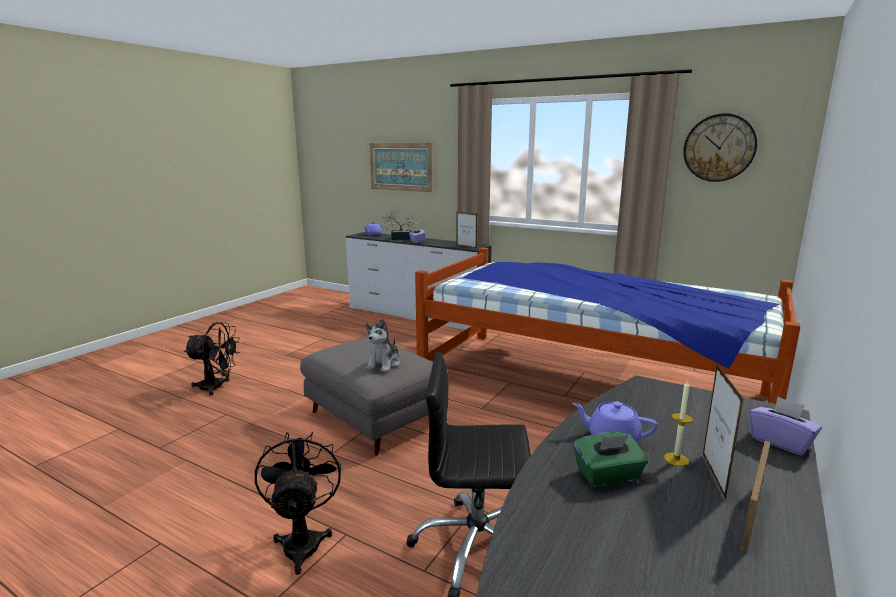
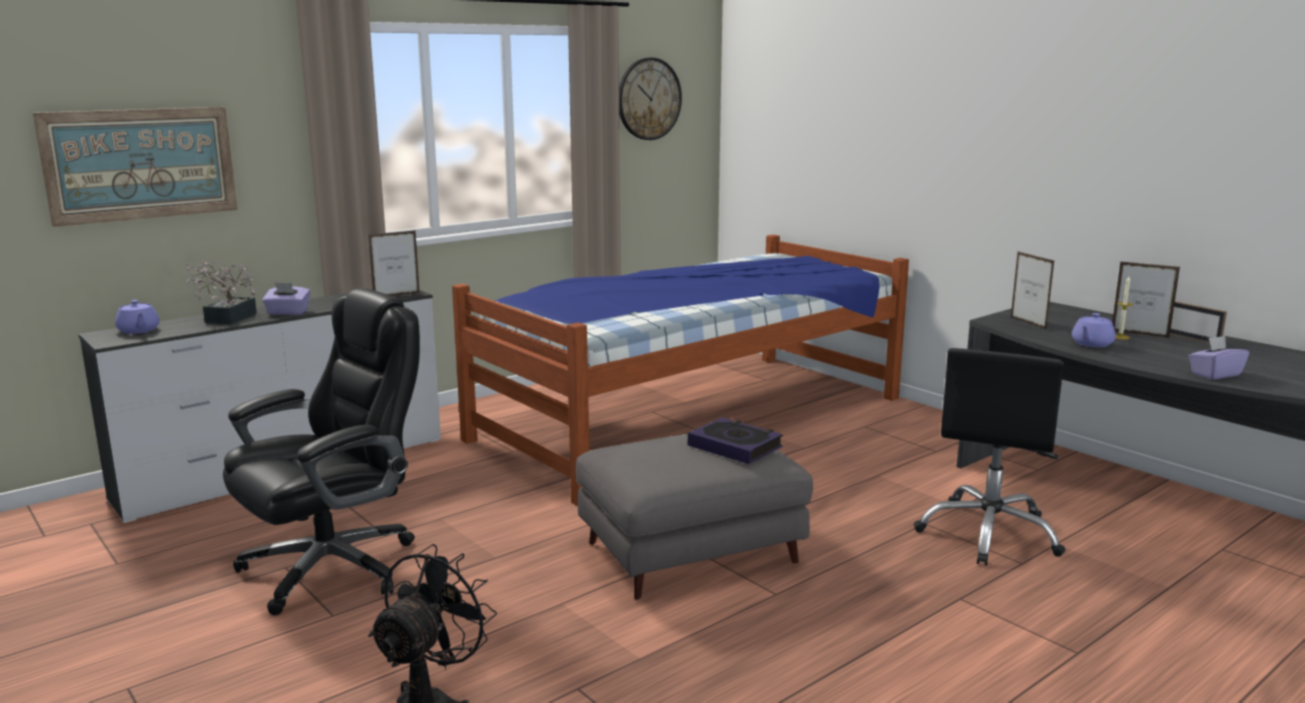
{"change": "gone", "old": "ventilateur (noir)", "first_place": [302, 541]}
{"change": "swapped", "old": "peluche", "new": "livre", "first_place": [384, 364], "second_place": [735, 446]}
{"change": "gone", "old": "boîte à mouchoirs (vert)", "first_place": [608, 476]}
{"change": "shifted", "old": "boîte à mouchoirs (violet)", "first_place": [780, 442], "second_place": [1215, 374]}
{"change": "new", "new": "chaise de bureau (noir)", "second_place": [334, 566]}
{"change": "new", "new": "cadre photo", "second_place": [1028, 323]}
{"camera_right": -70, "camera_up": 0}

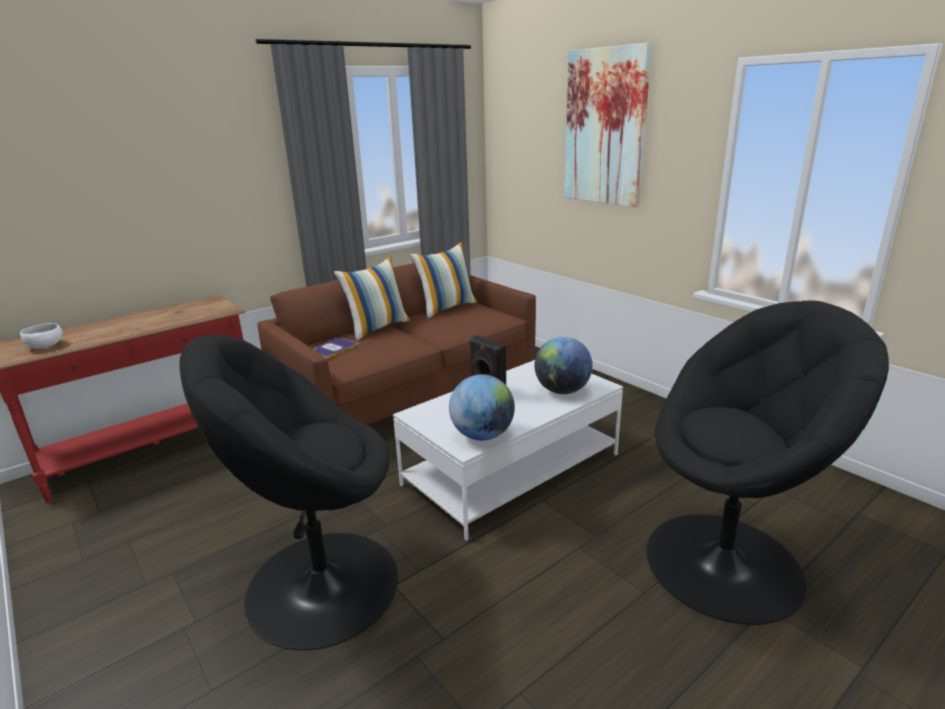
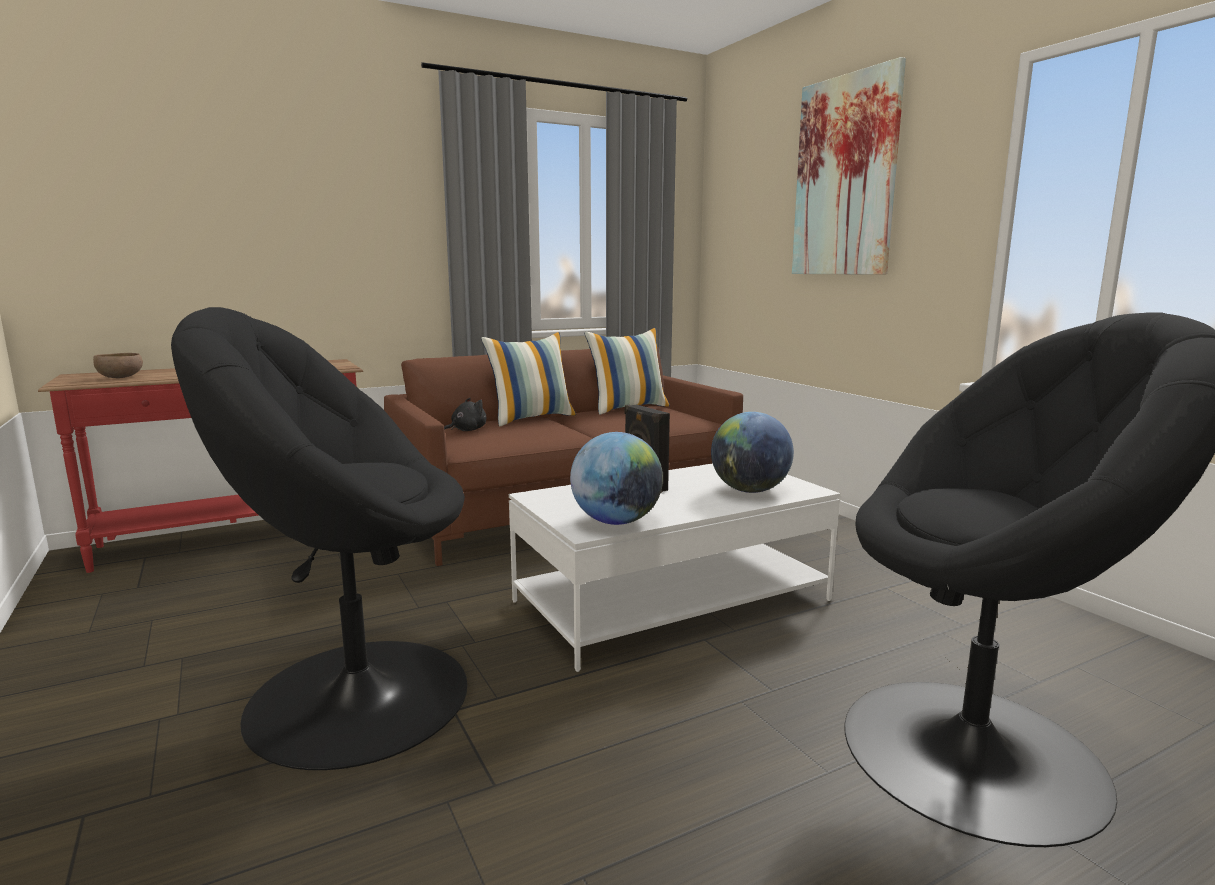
{"change": "repainted", "old": "bol (blanc)", "new": "bol (marron)", "first_place": [46, 346], "second_place": [121, 377]}
{"change": "swapped", "old": "livre", "new": "peluche (noir)", "first_place": [333, 348], "second_place": [466, 430]}
{"camera_right": 10, "camera_up": -10}

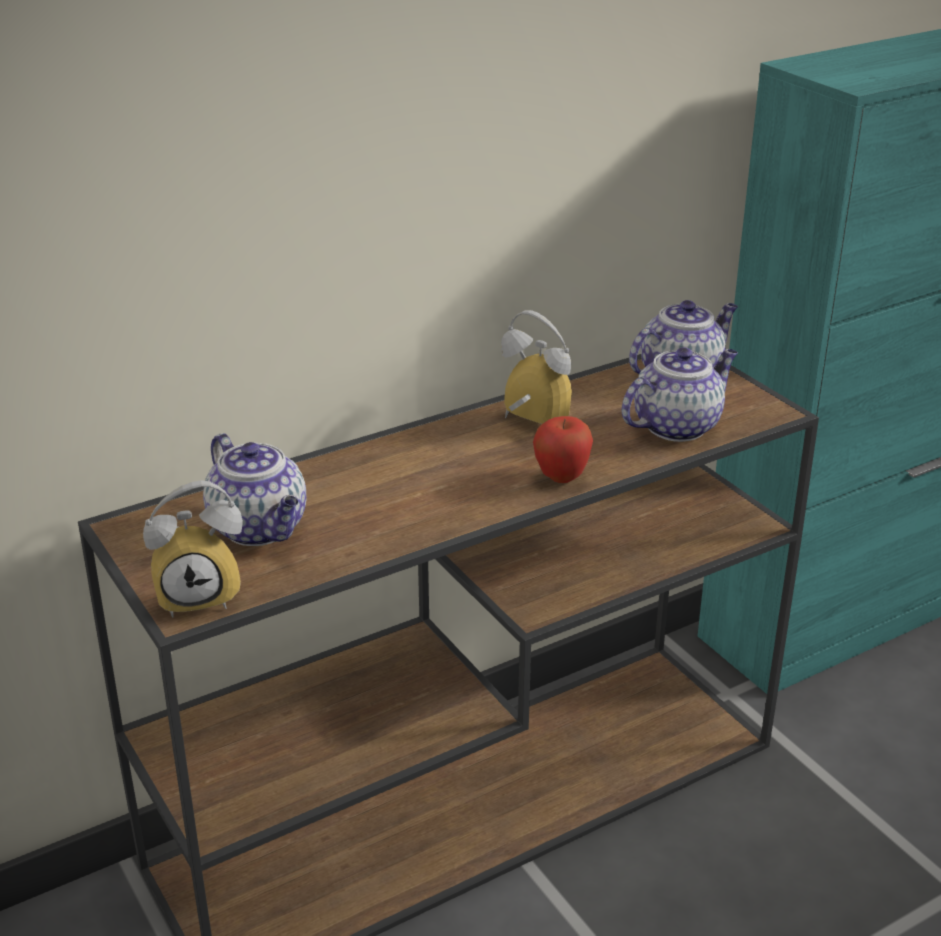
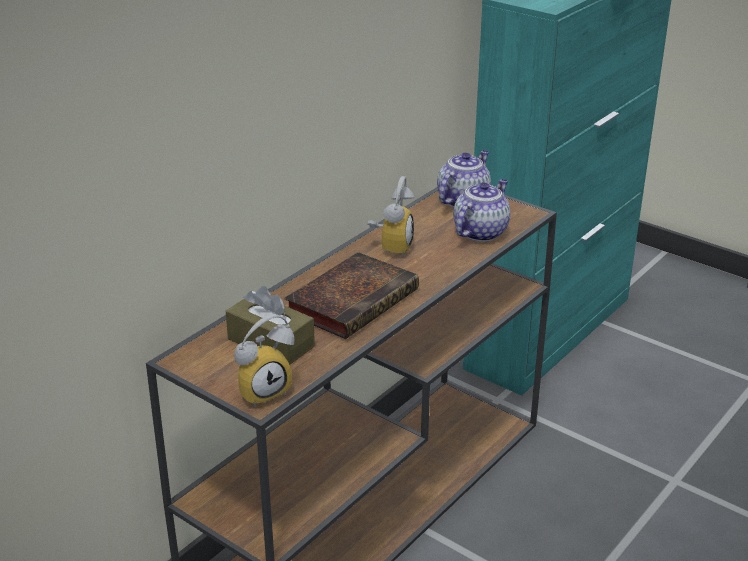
{"change": "swapped", "old": "théière", "new": "boîte à mouchoirs (marron)", "first_place": [260, 529], "second_place": [271, 343]}
{"change": "rotated", "old": "réveil", "first_place": [528, 424], "second_place": [391, 247], "degrees": 90}
{"change": "gone", "old": "pomme", "first_place": [561, 477]}
{"change": "new", "new": "livre", "second_place": [353, 300]}
{"camera_right": -20, "camera_up": 0}

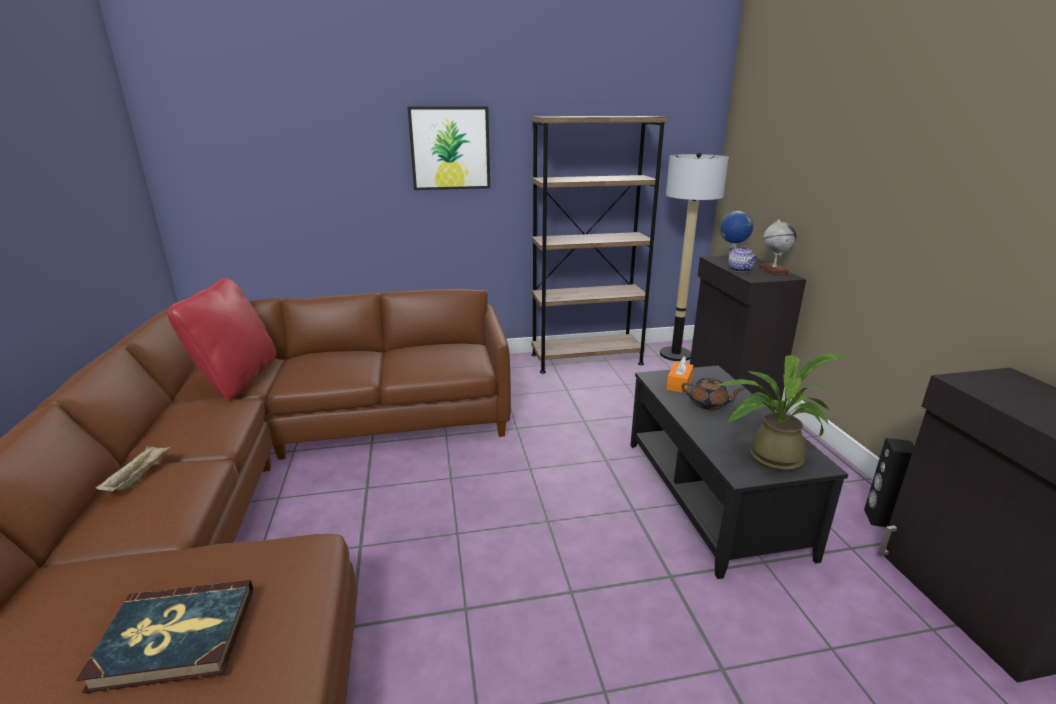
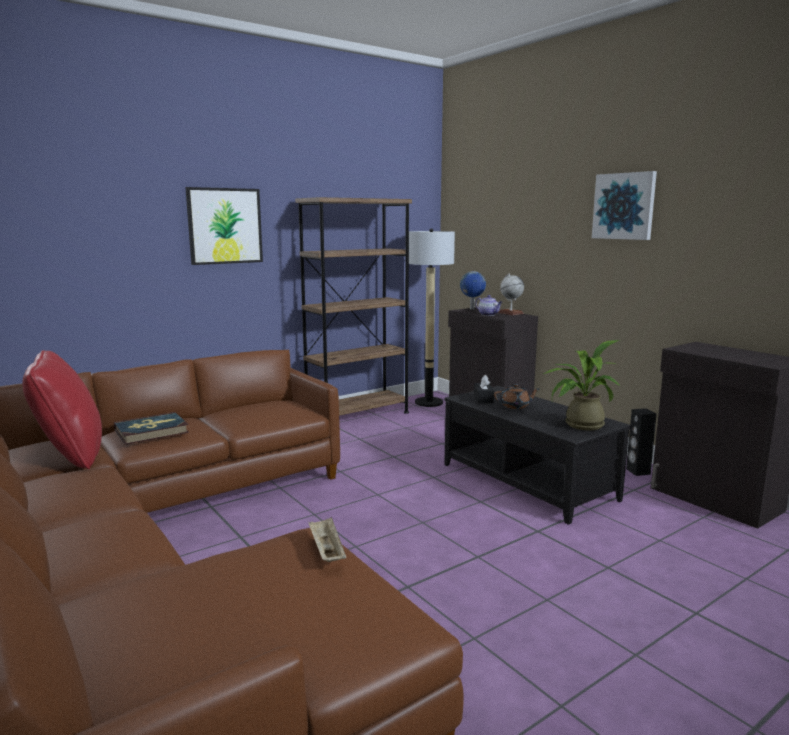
{"change": "shifted", "old": "livre", "first_place": [175, 638], "second_place": [151, 431]}
{"change": "shifted", "old": "plateau (beige)", "first_place": [138, 477], "second_place": [326, 551]}
{"change": "repainted", "old": "boîte à mouchoirs (orange)", "new": "boîte à mouchoirs (noir)", "first_place": [679, 384], "second_place": [483, 399]}
{"change": "new", "new": "tableau", "second_place": [624, 206]}
{"camera_right": -25, "camera_up": -10}

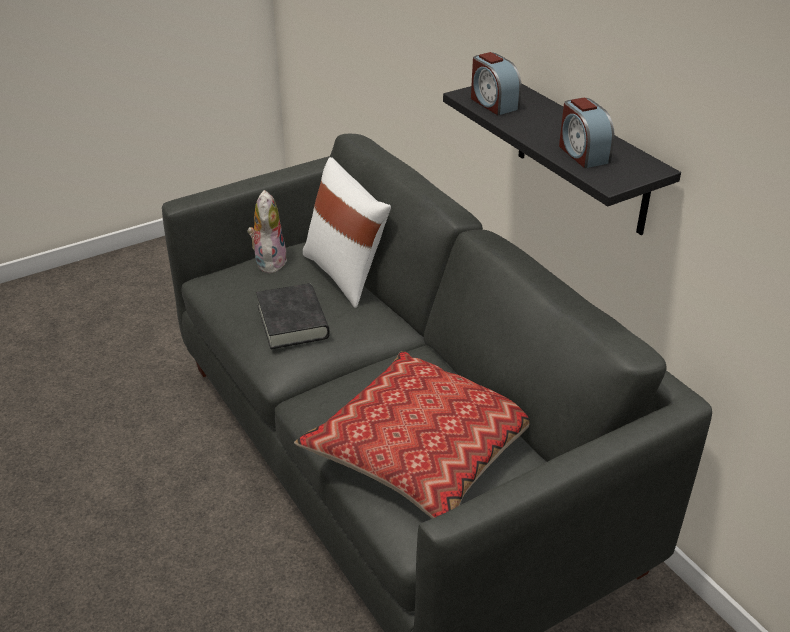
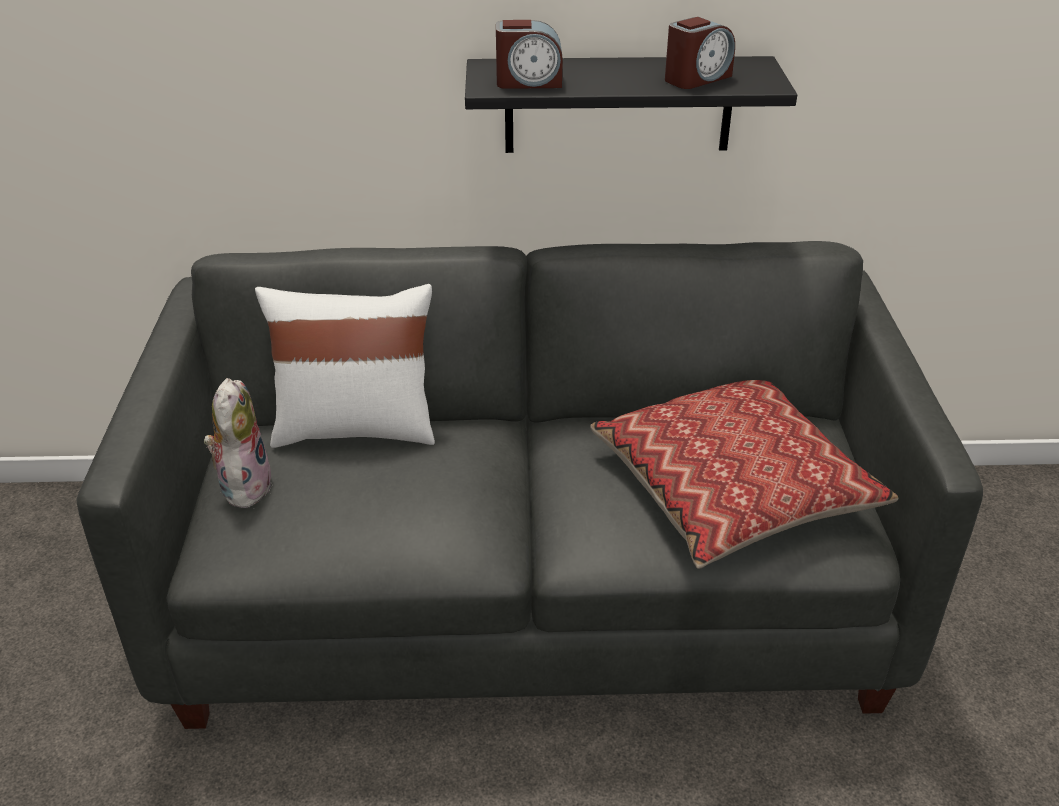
{"change": "rotated", "old": "peluche", "first_place": [269, 261], "second_place": [244, 485], "degrees": 60}
{"change": "gone", "old": "livre (noir)", "first_place": [292, 322]}
{"change": "rotated", "old": "réveil", "first_place": [582, 153], "second_place": [697, 78], "degrees": -45}
{"camera_right": -60, "camera_up": 0}

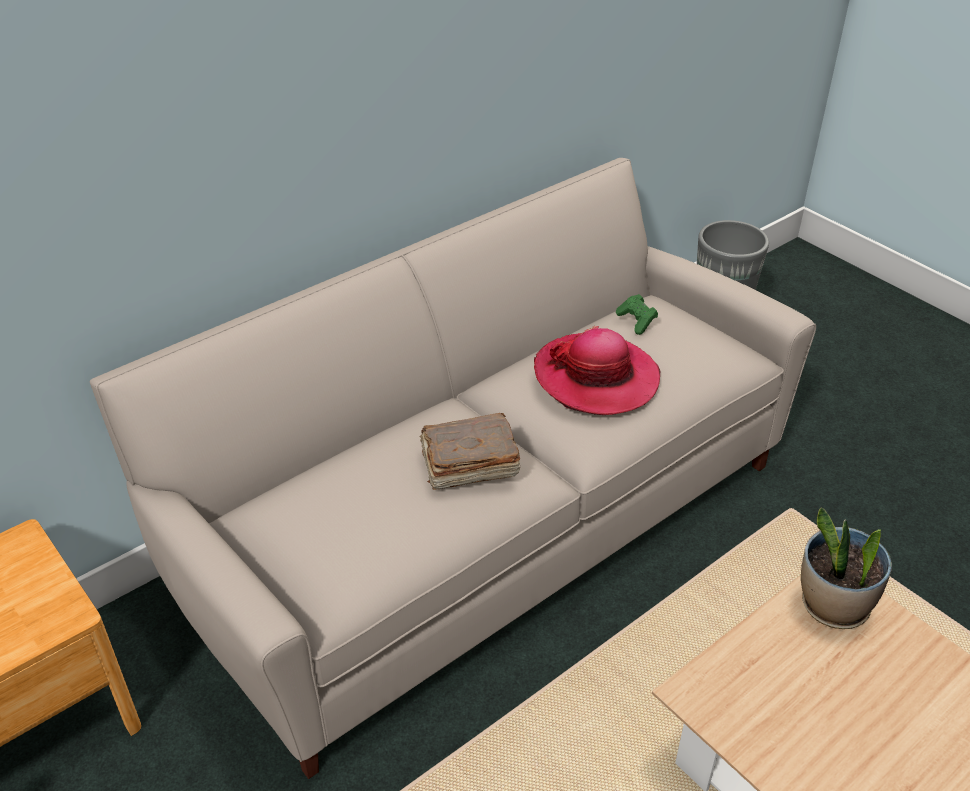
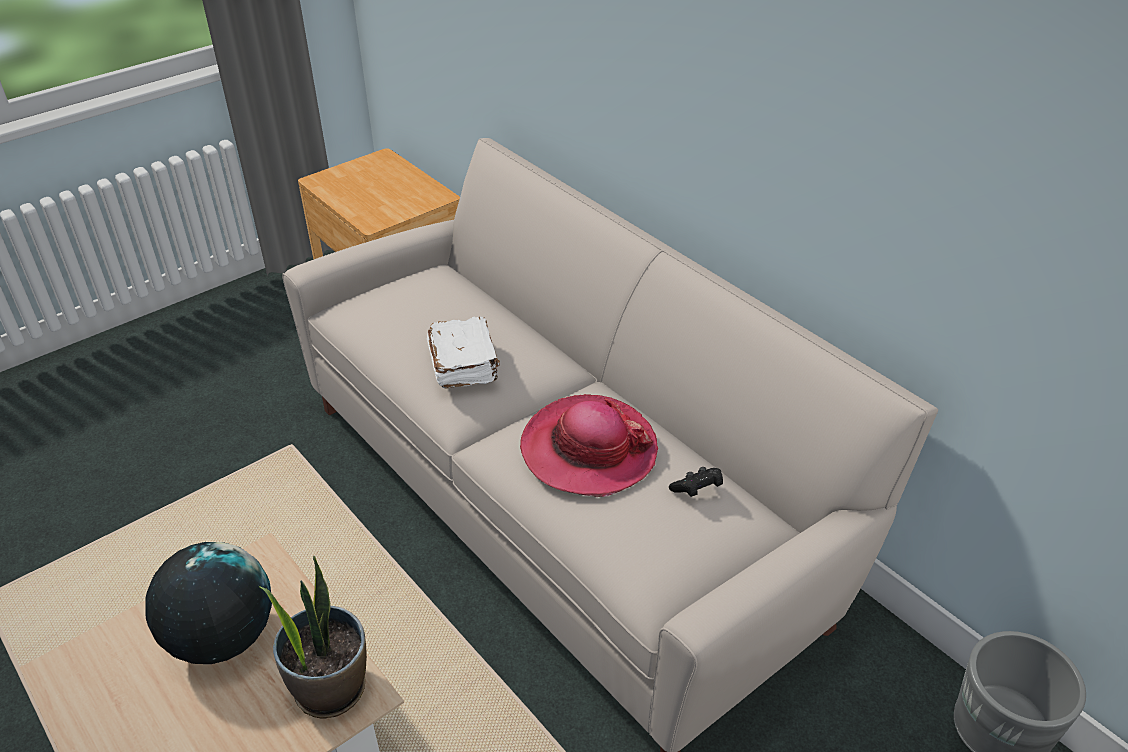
{"change": "repainted", "old": "livre (marron)", "new": "livre (blanc)", "first_place": [468, 465], "second_place": [464, 364]}
{"change": "repainted", "old": "manette (vert)", "new": "manette (noir)", "first_place": [637, 321], "second_place": [697, 490]}
{"change": "new", "new": "globe", "second_place": [222, 638]}
{"camera_right": 90, "camera_up": 0}

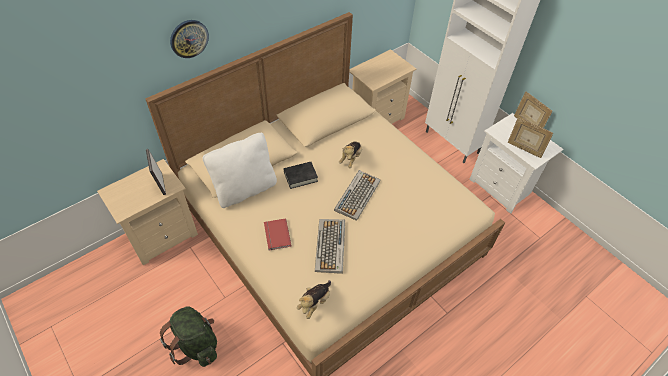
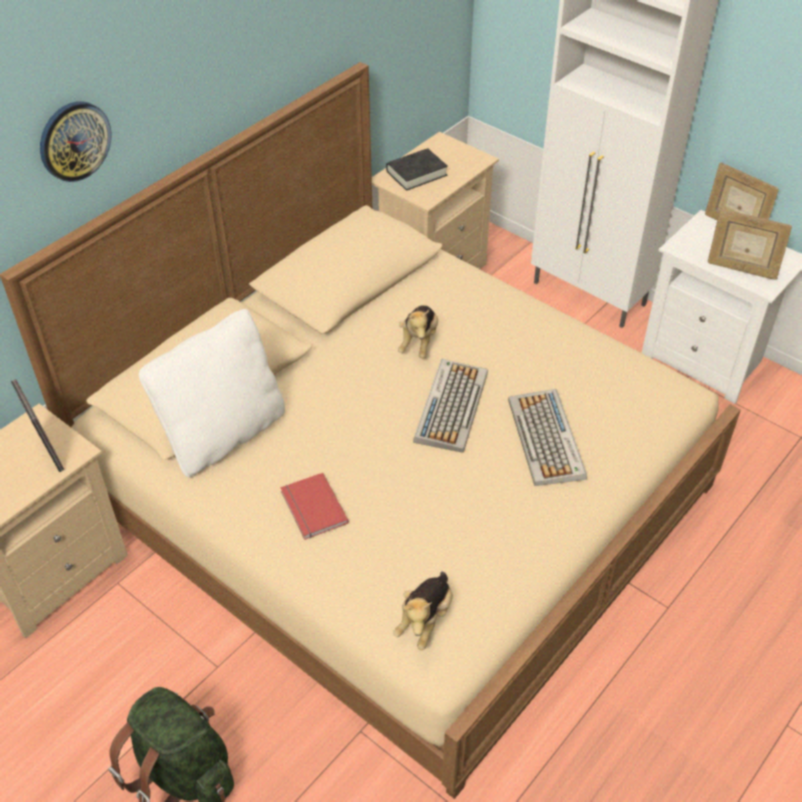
{"change": "shifted", "old": "livre (noir)", "first_place": [300, 176], "second_place": [416, 173]}
{"change": "shifted", "old": "clavier", "first_place": [331, 246], "second_place": [547, 439]}
{"camera_right": -10, "camera_up": -5}

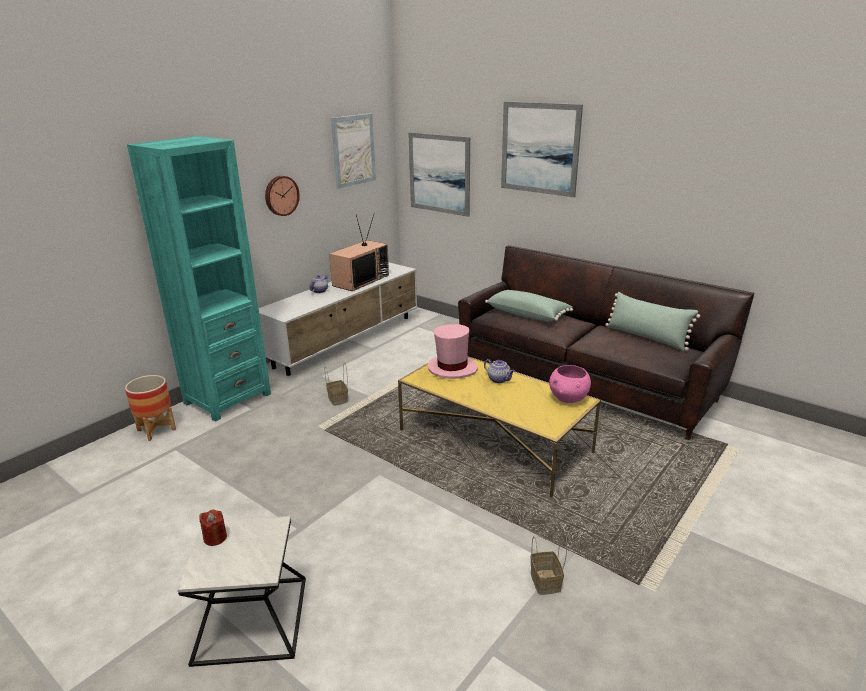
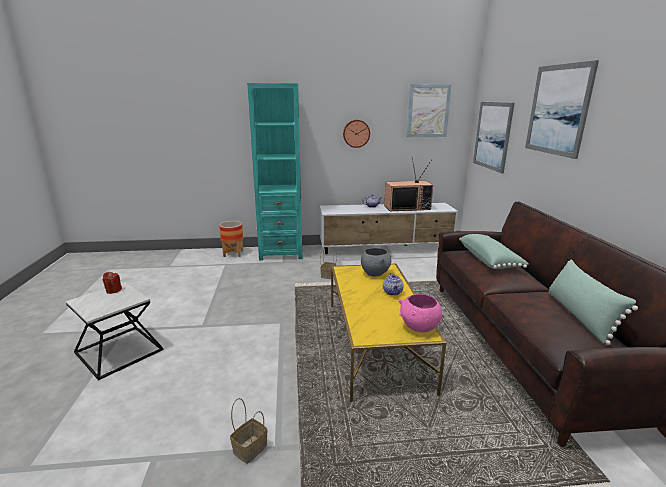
{"change": "swapped", "old": "chapeau (rose)", "new": "bol (gris)", "first_place": [452, 368], "second_place": [375, 273]}
{"camera_right": 45, "camera_up": -5}

